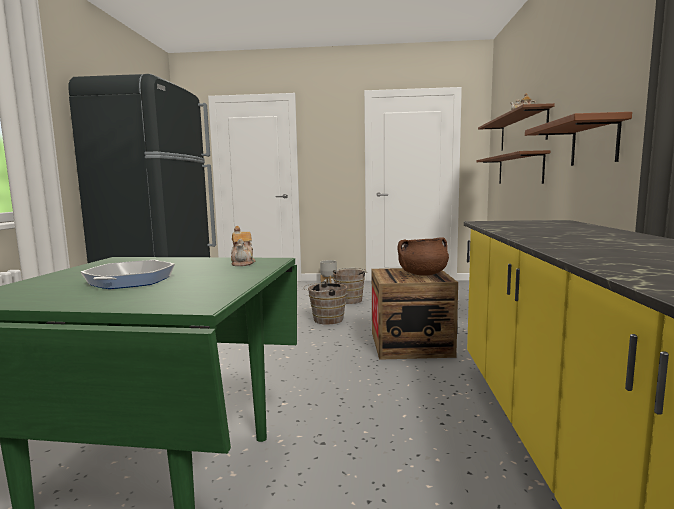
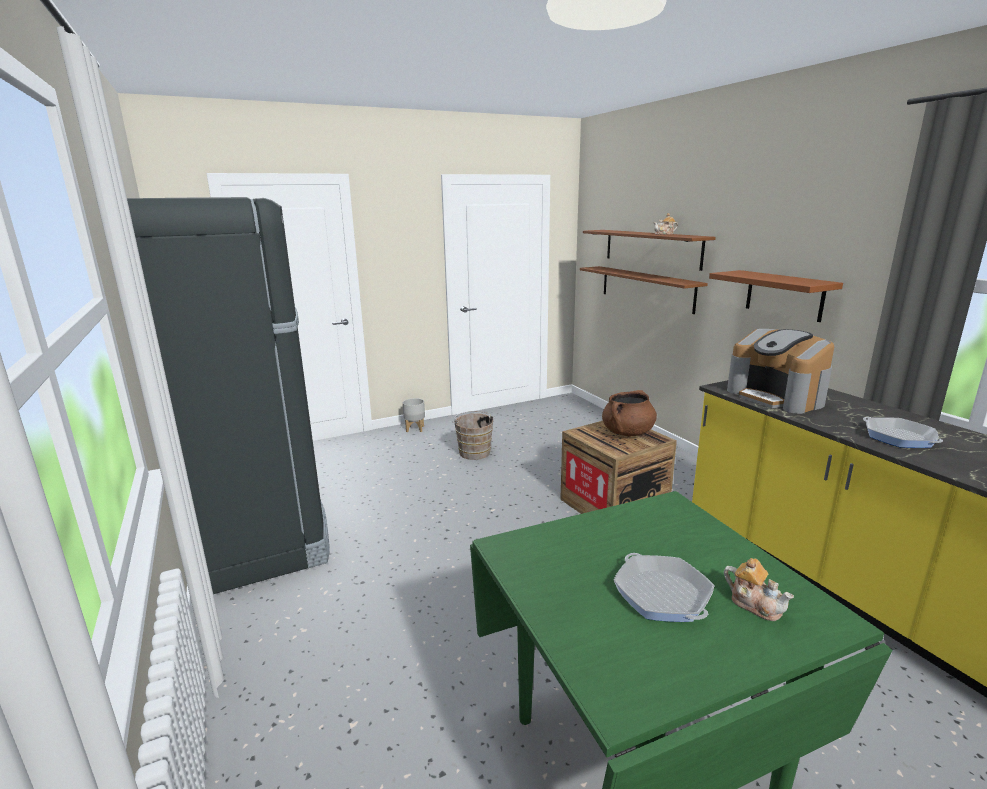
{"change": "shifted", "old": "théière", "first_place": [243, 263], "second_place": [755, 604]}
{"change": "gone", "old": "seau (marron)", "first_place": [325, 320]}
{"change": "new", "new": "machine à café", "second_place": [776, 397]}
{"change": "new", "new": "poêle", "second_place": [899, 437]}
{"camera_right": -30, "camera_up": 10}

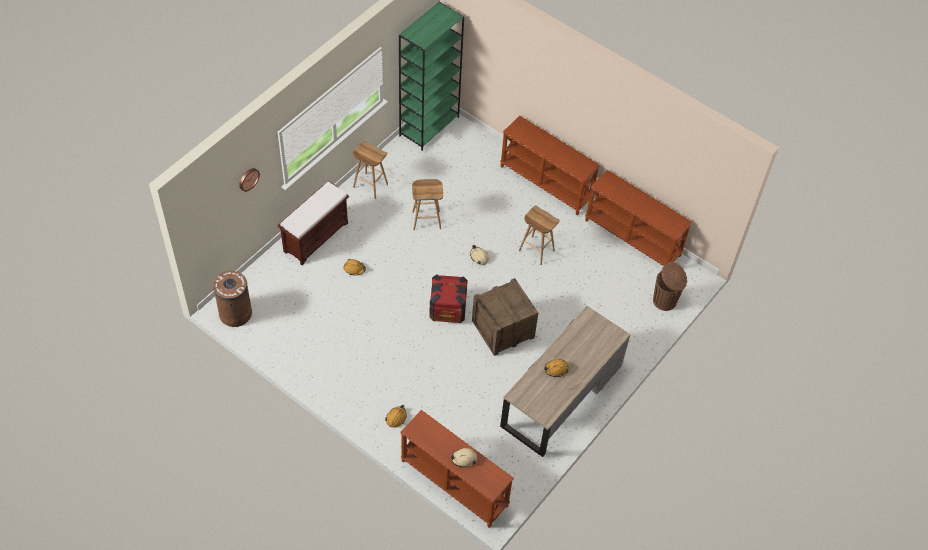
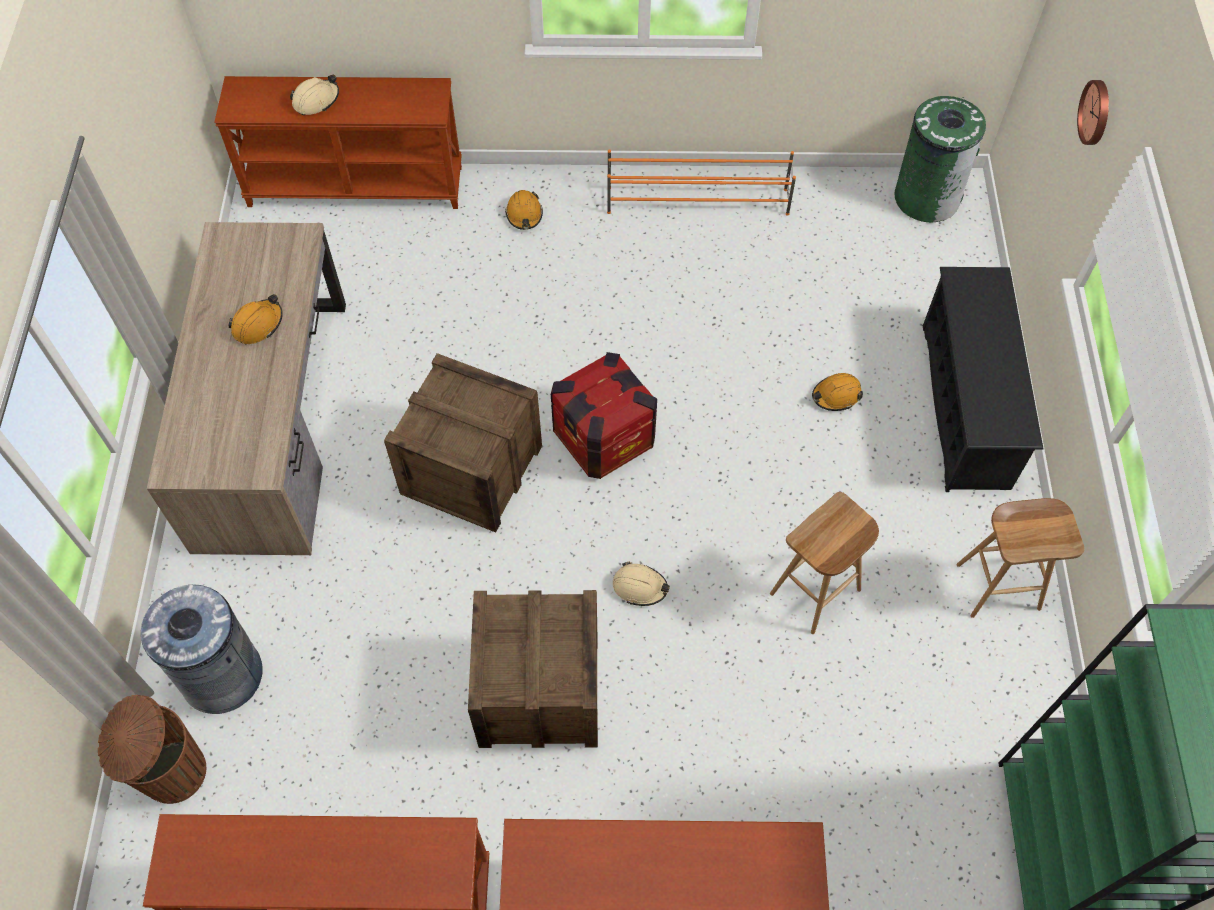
{"change": "repainted", "old": "poubelle (marron)", "new": "poubelle (vert)", "first_place": [235, 313], "second_place": [926, 197]}
{"change": "swapped", "old": "banc (marron)", "new": "étagère à chaussures (noir)", "first_place": [316, 236], "second_place": [965, 406]}
{"change": "swapped", "old": "tabouret (marron)", "new": "caisse", "first_place": [536, 250], "second_place": [539, 690]}
{"change": "new", "new": "poubelle (gris)", "second_place": [222, 675]}
{"change": "new", "new": "étagère à chaussures (orange)", "second_place": [698, 201]}
{"camera_right": 145, "camera_up": 5}

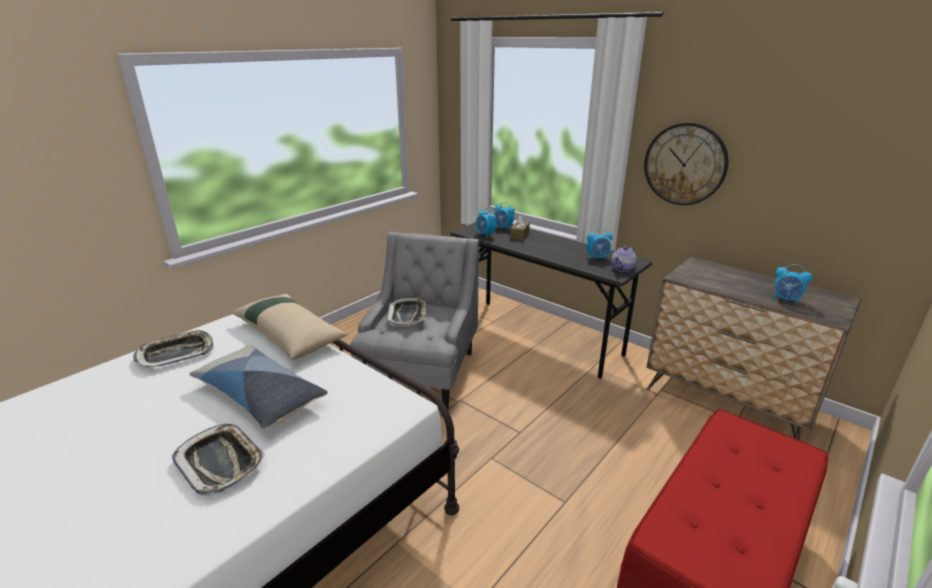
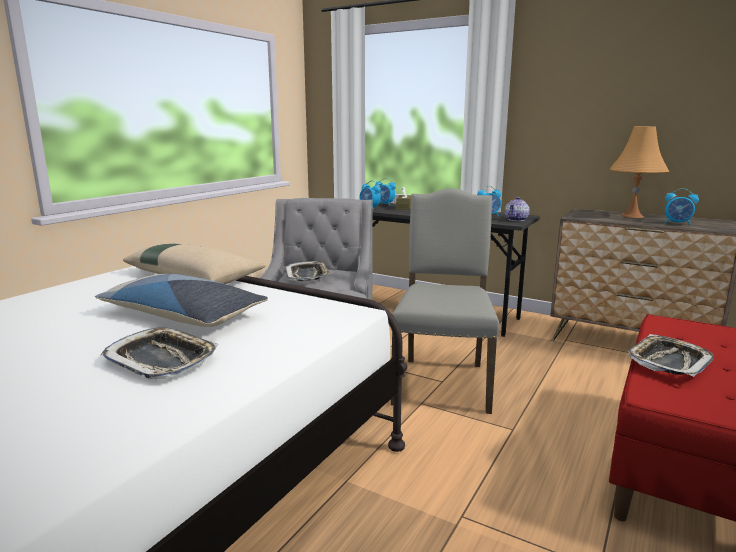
{"change": "shifted", "old": "plateau", "first_place": [176, 353], "second_place": [668, 361]}
{"change": "gone", "old": "horloge murale", "first_place": [685, 164]}
{"change": "new", "new": "chaise (gris)", "second_place": [442, 382]}
{"change": "new", "new": "lampe de table (orange)", "second_place": [632, 216]}
{"camera_right": -10, "camera_up": -10}

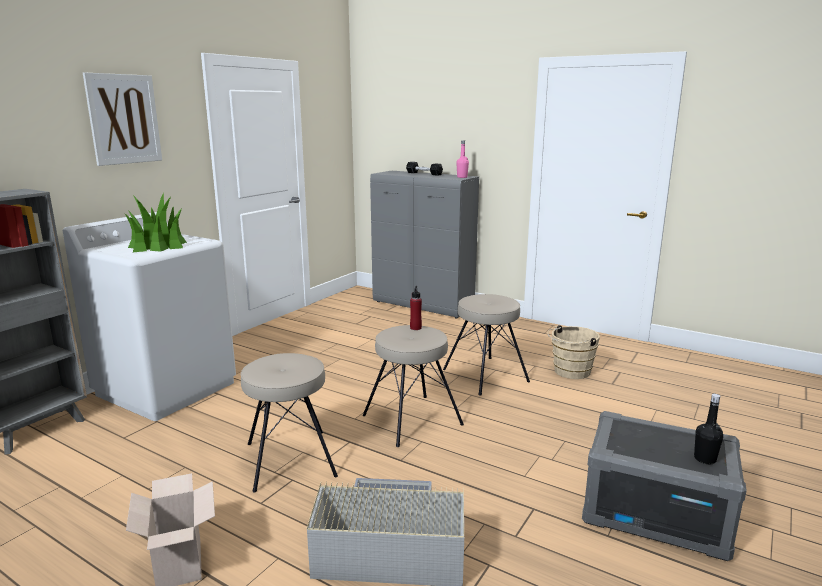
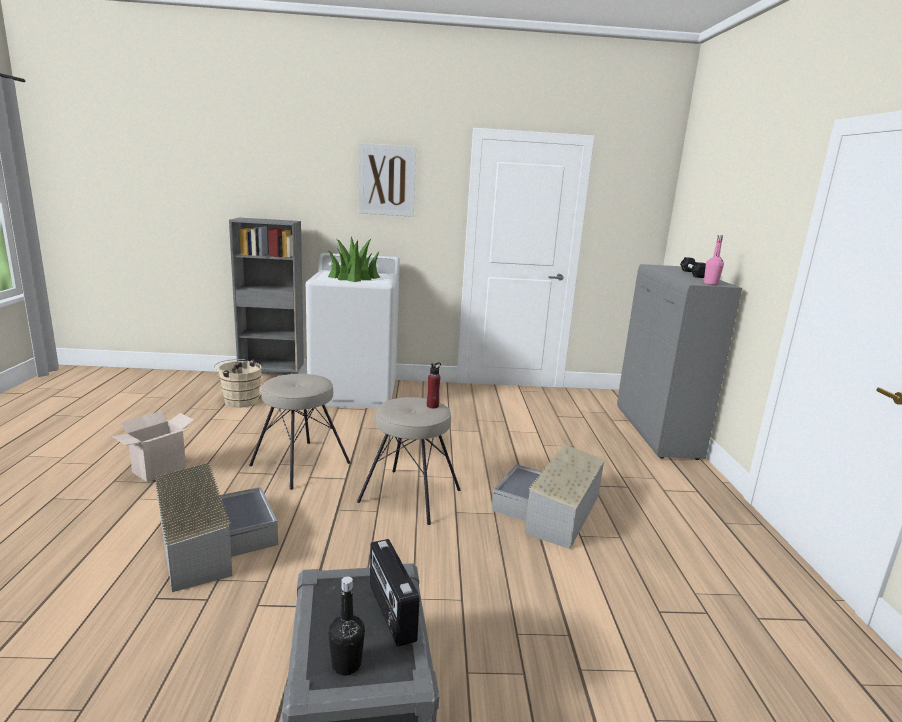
{"change": "swapped", "old": "tabouret (beige)", "new": "boîte de rangement (gris)", "first_place": [486, 375], "second_place": [550, 510]}
{"change": "shifted", "old": "seau (beige)", "first_place": [569, 372], "second_place": [239, 401]}
{"change": "new", "new": "radio", "second_place": [390, 613]}
{"camera_right": 55, "camera_up": 0}

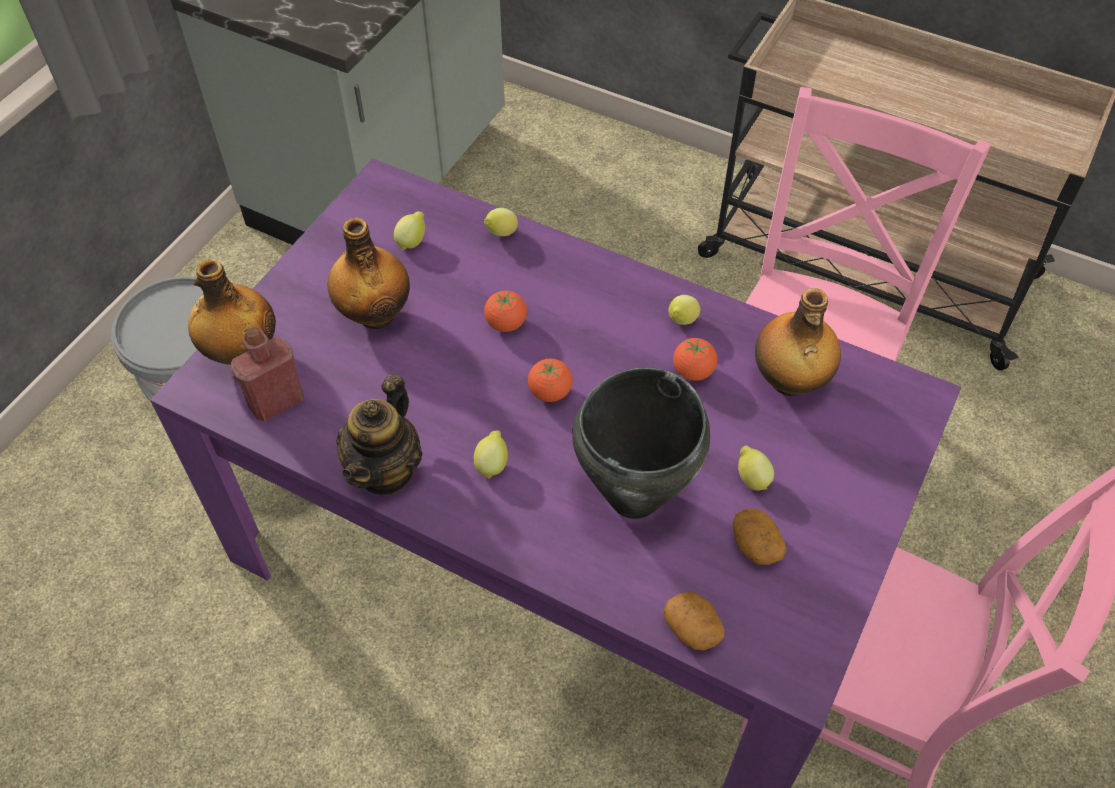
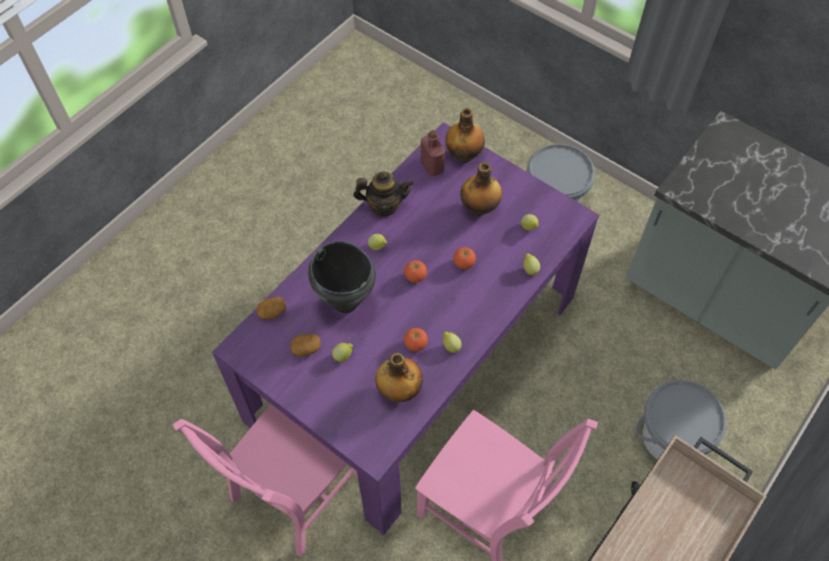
{"change": "rotated", "old": "théière", "first_place": [386, 470], "second_place": [384, 205], "degrees": 150}
{"change": "new", "new": "seau (gris)", "second_place": [671, 437]}
{"camera_right": 100, "camera_up": 5}

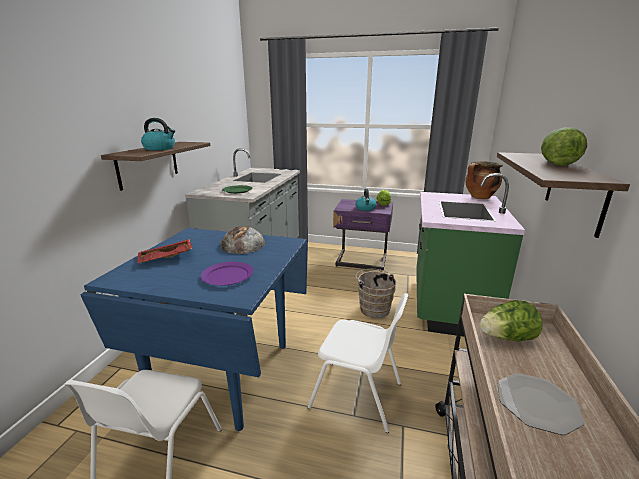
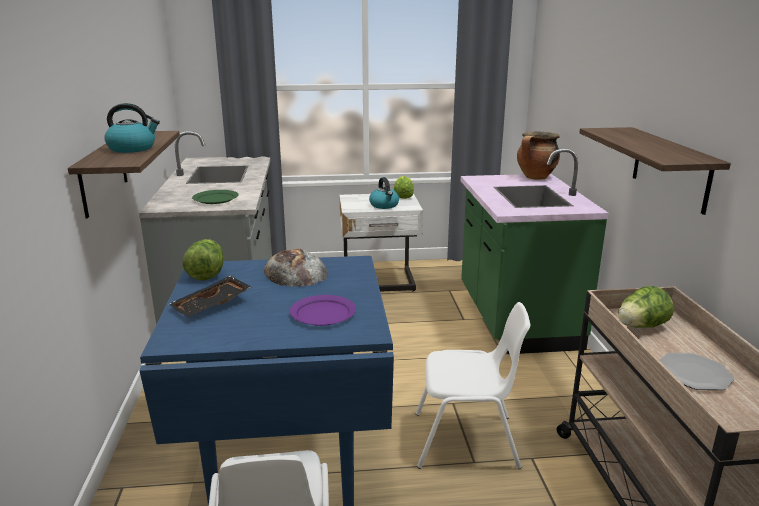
{"change": "repainted", "old": "plateau (rouge)", "new": "plateau (noir)", "first_place": [166, 258], "second_place": [212, 305]}
{"change": "repainted", "old": "table de chevet (violet)", "new": "table de chevet (blanc)", "first_place": [361, 262], "second_place": [379, 282]}
{"change": "gone", "old": "seau (marron)", "first_place": [373, 308]}
{"change": "shifted", "old": "laitue", "first_place": [555, 163], "second_place": [206, 274]}
{"camera_right": -20, "camera_up": 0}

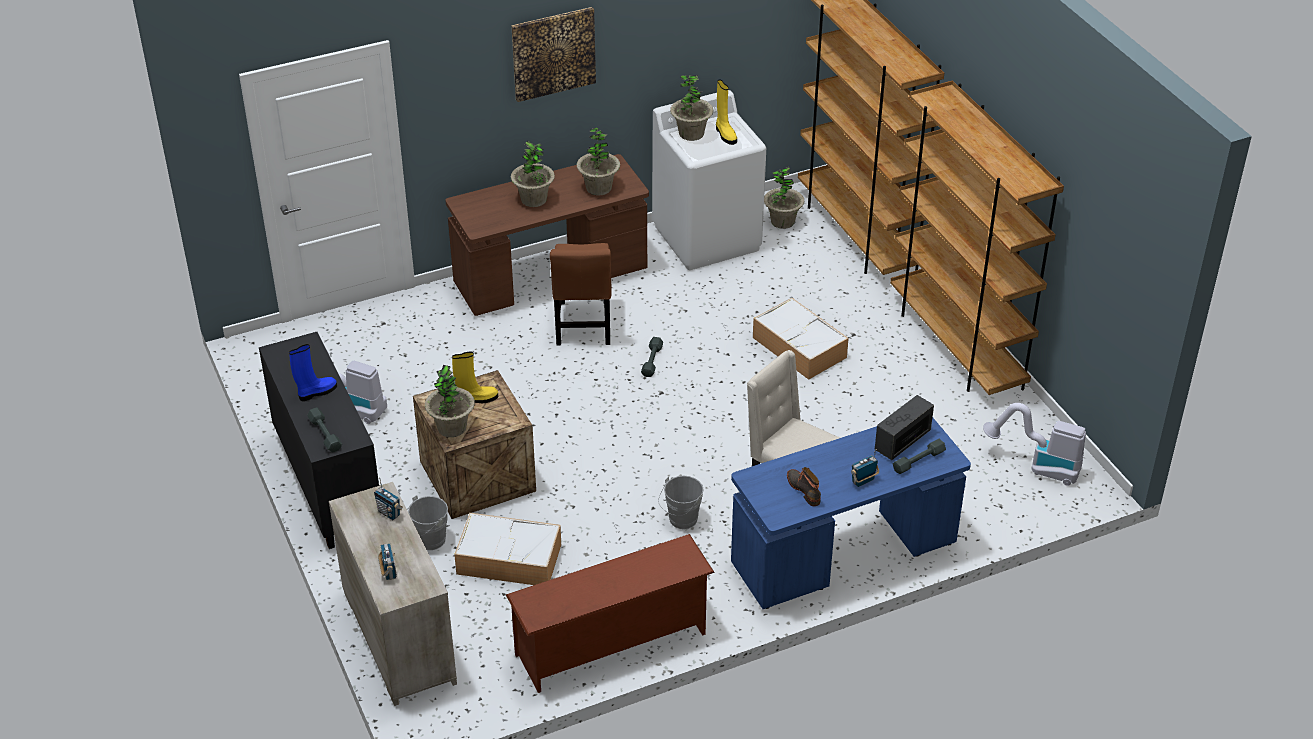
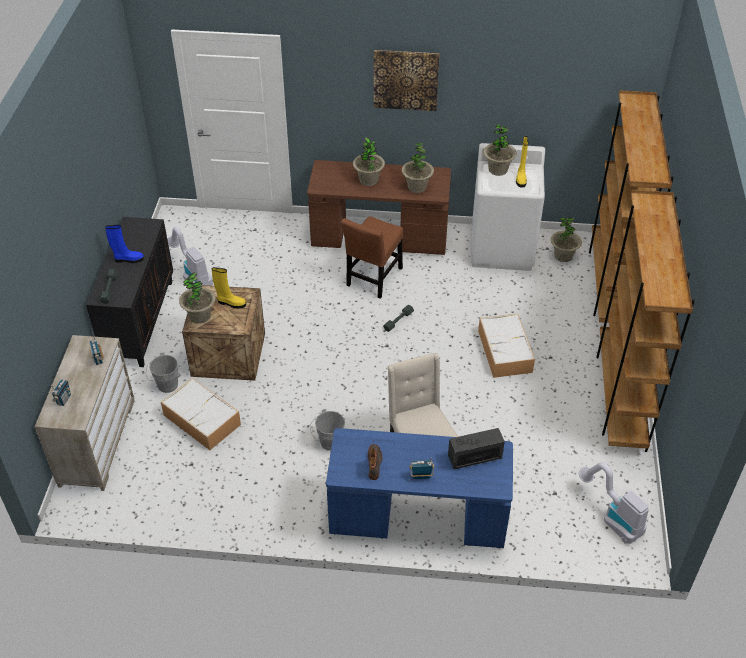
{"change": "gone", "old": "étagère à chaussures (marron)", "first_place": [612, 645]}
{"change": "gone", "old": "haltère (gris)", "first_place": [918, 461]}
{"camera_right": 30, "camera_up": 5}

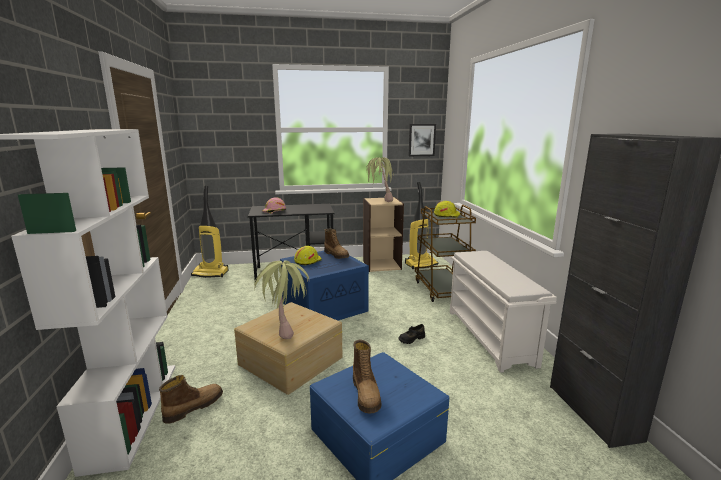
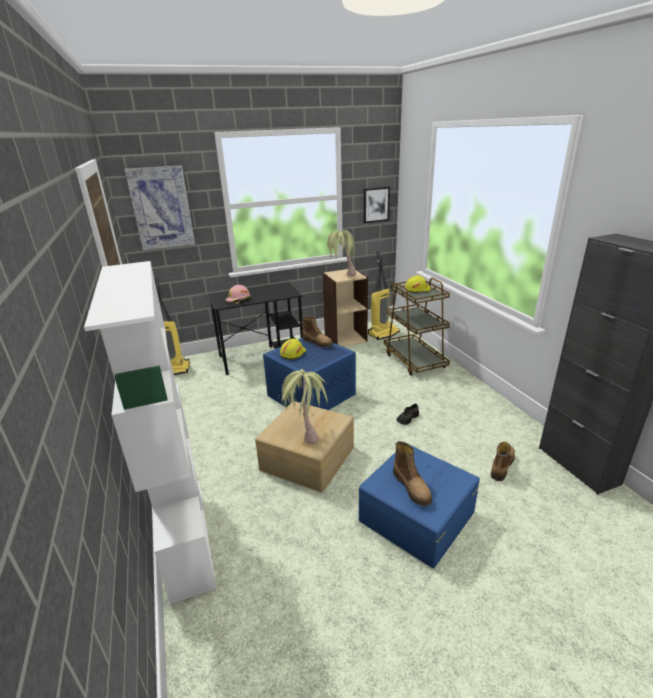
{"change": "shifted", "old": "botte", "first_place": [193, 407], "second_place": [501, 465]}
{"change": "gone", "old": "étagère à chaussures (blanc)", "first_place": [490, 337]}
{"change": "new", "new": "tableau", "second_place": [161, 208]}
{"camera_right": -10, "camera_up": 10}

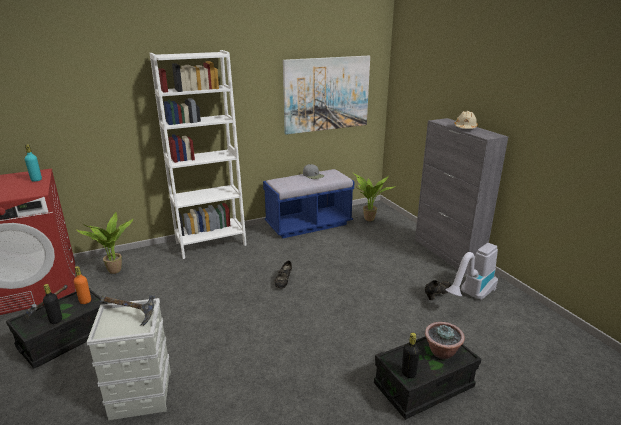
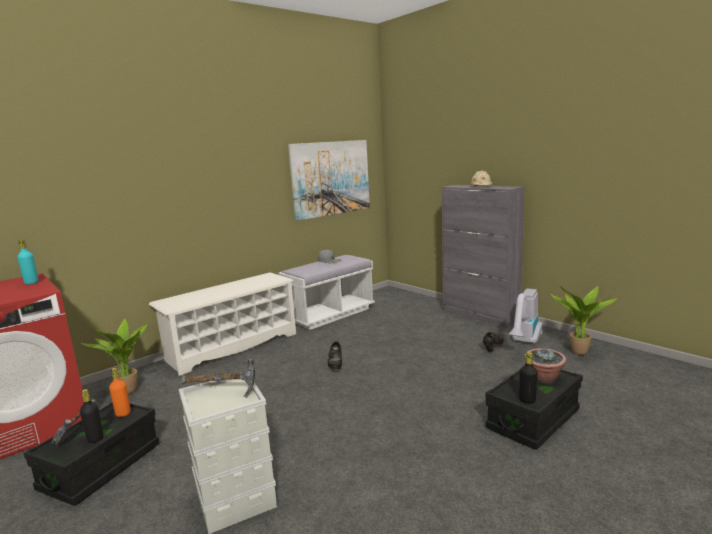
{"change": "swapped", "old": "bibliothèque (blanc)", "new": "étagère à chaussures (blanc)", "first_place": [211, 243], "second_place": [232, 347]}
{"change": "repainted", "old": "banc (bleu)", "new": "banc (blanc)", "first_place": [308, 224], "second_place": [330, 314]}
{"change": "shifted", "old": "plante en pot", "first_place": [369, 220], "second_place": [580, 353]}
{"camera_right": -15, "camera_up": -10}

